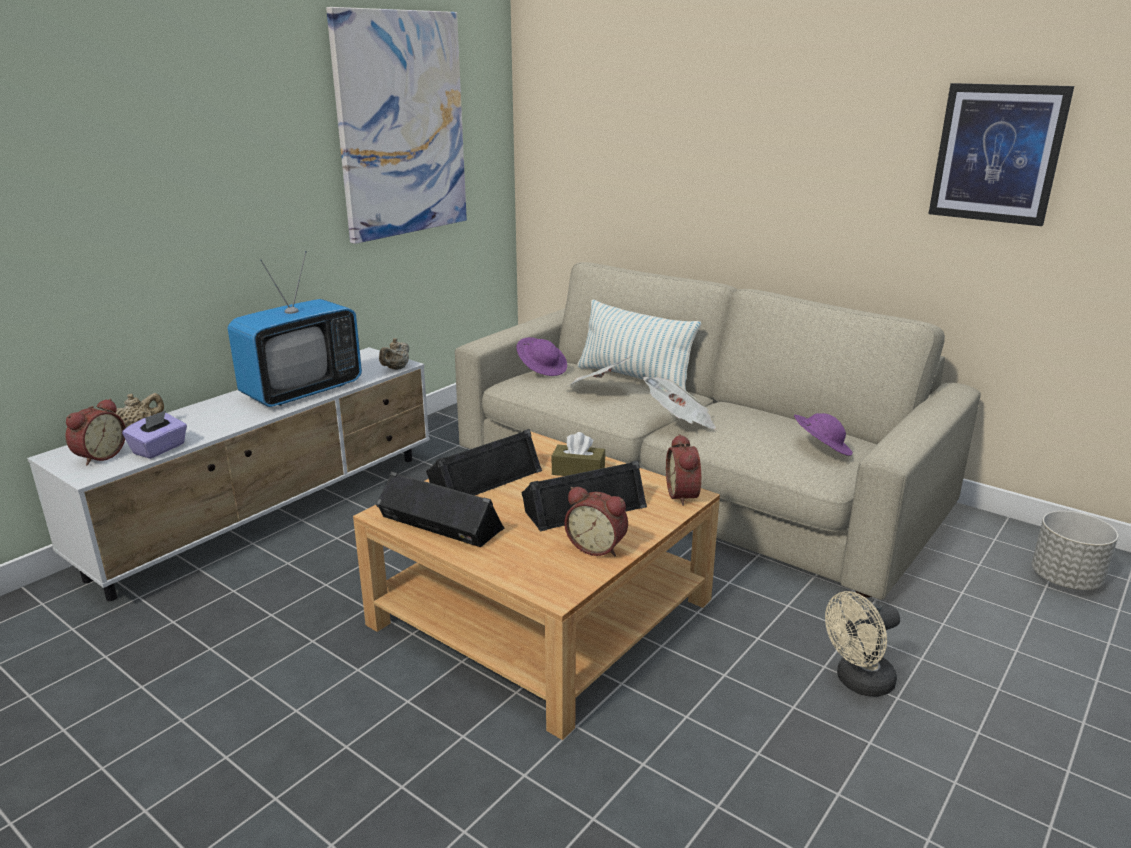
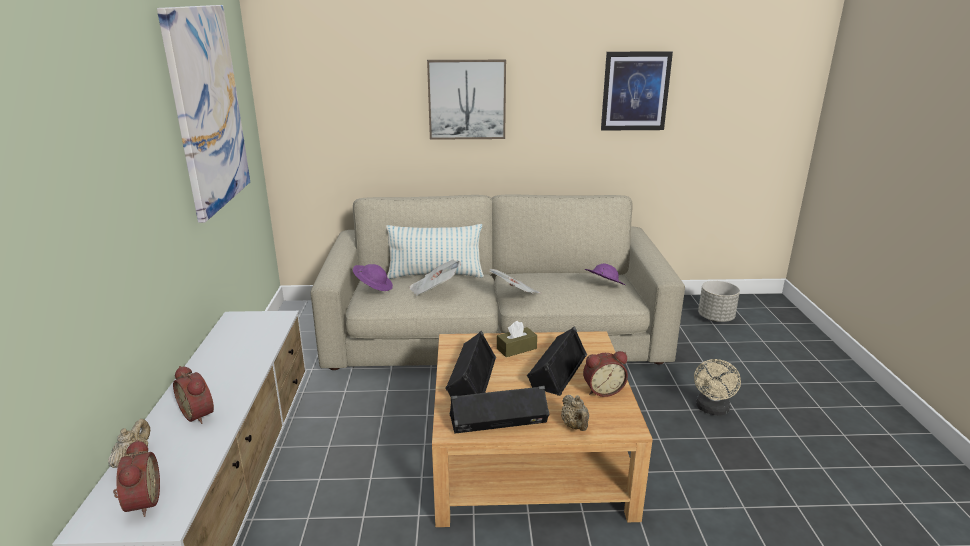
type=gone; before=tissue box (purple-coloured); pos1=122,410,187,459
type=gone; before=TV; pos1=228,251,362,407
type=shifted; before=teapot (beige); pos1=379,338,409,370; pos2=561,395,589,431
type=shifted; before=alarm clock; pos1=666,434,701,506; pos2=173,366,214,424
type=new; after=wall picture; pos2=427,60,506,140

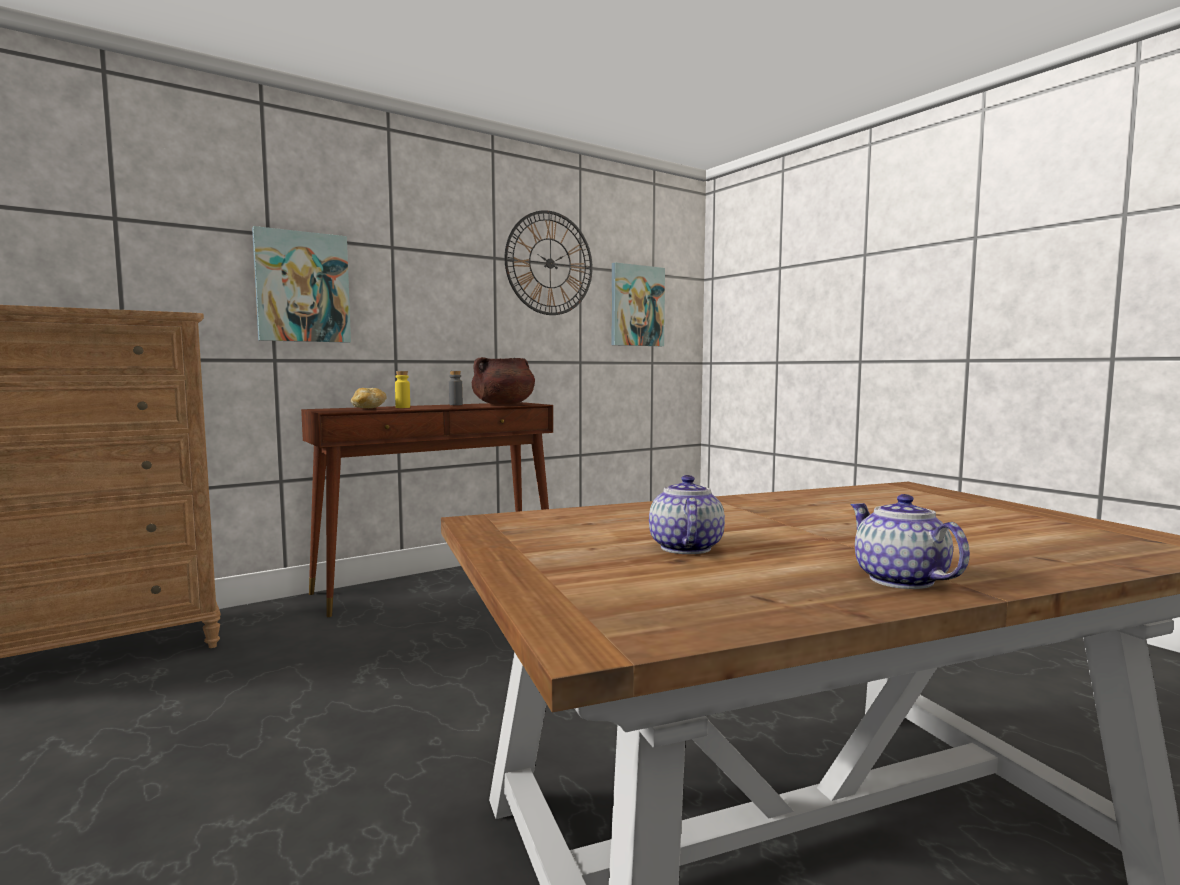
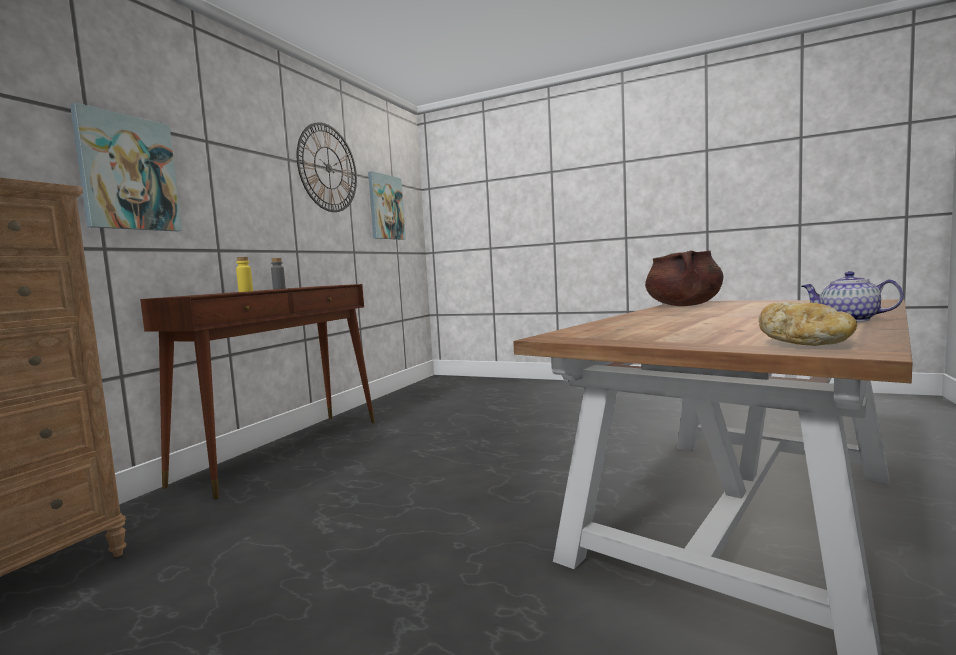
type=shifted; before=baked bread; pos1=351,388,387,408; pos2=759,302,857,346
type=shifted; before=cooking pot (brown); pos1=472,357,535,405; pos2=645,250,723,306
type=gone; before=teapot; pos1=649,475,725,554

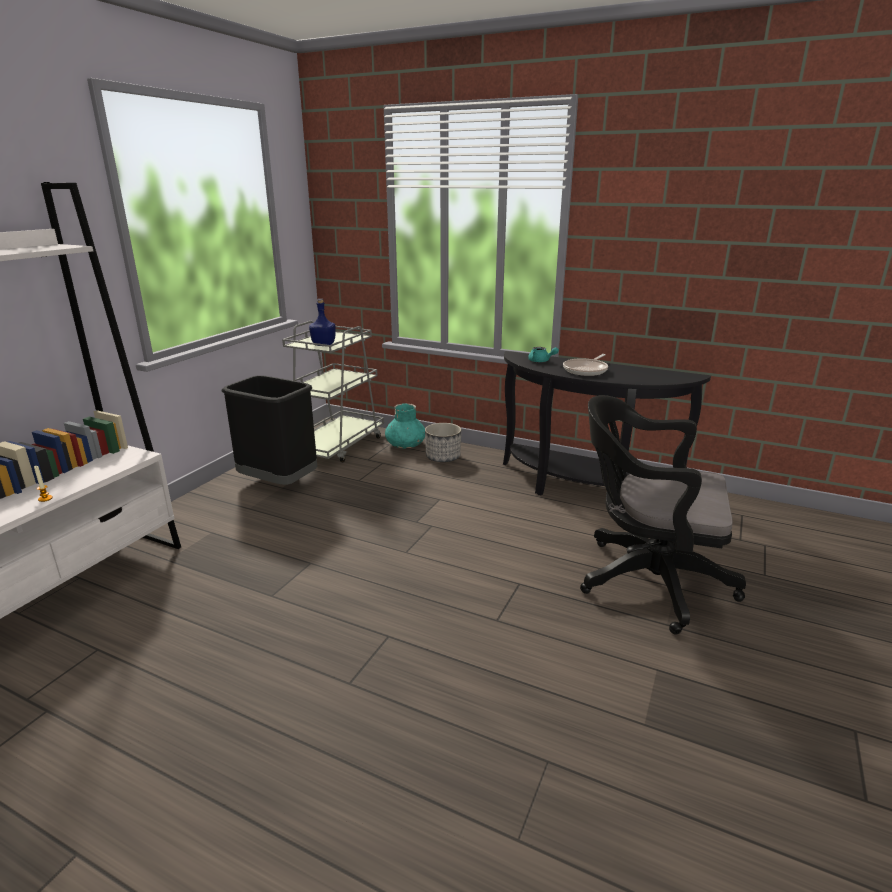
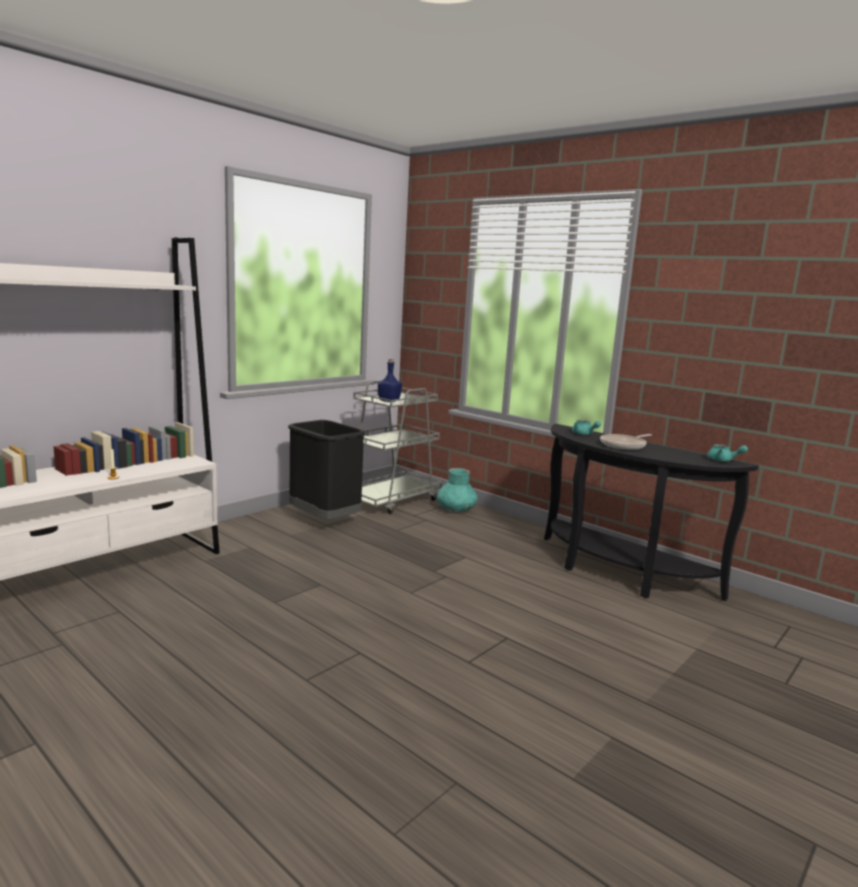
type=gone; before=flower pot; pos1=425,423,461,462
type=gone; before=office chair (black); pos1=580,395,746,635
type=new; after=teapot (turquoise); pos2=707,444,748,462

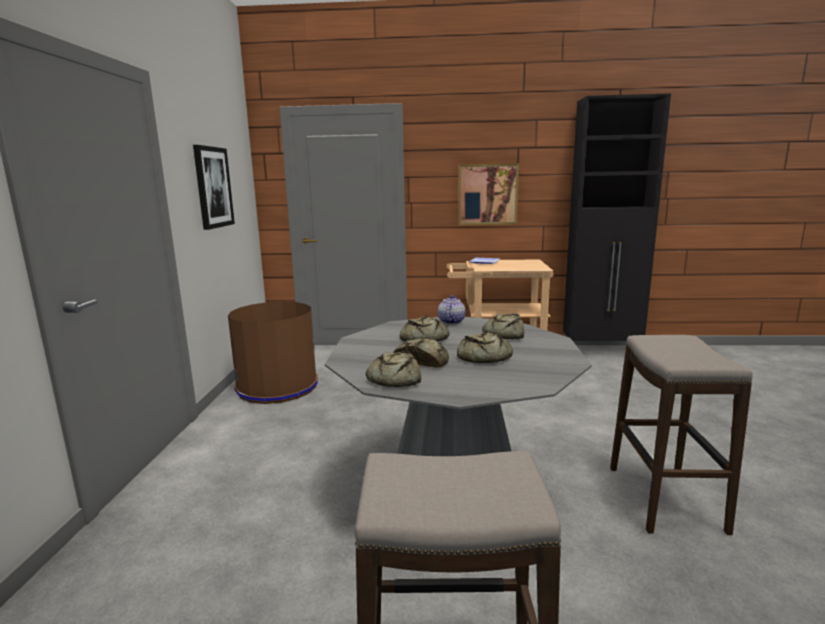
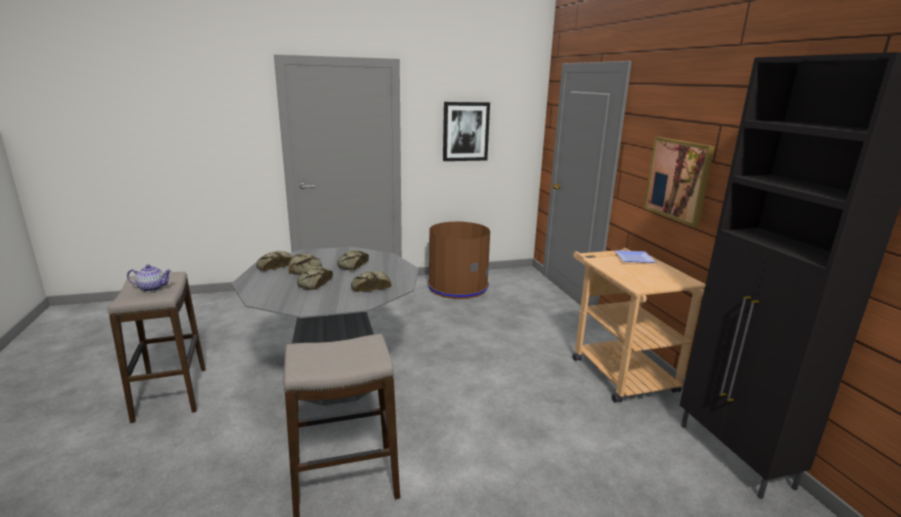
type=shifted; before=teapot; pos1=438,295,466,324; pos2=127,265,172,292

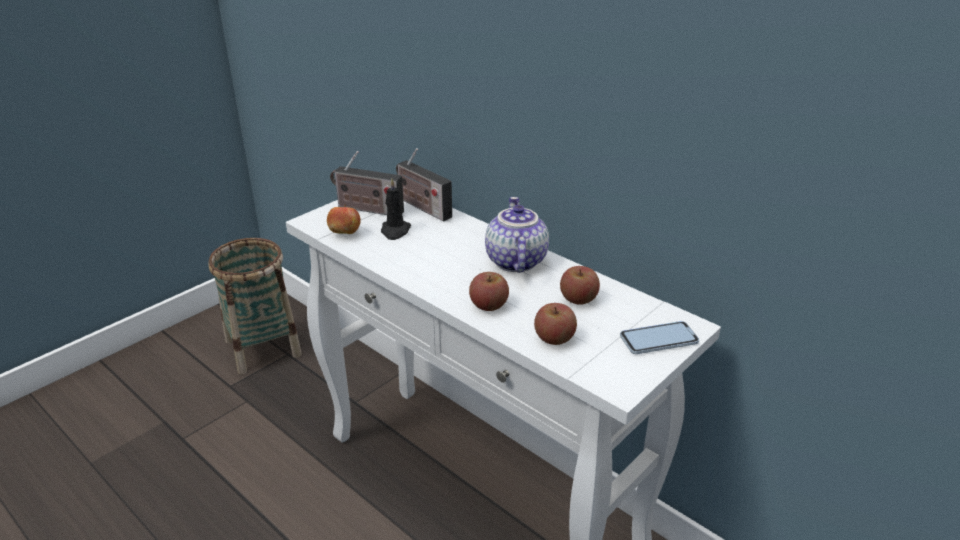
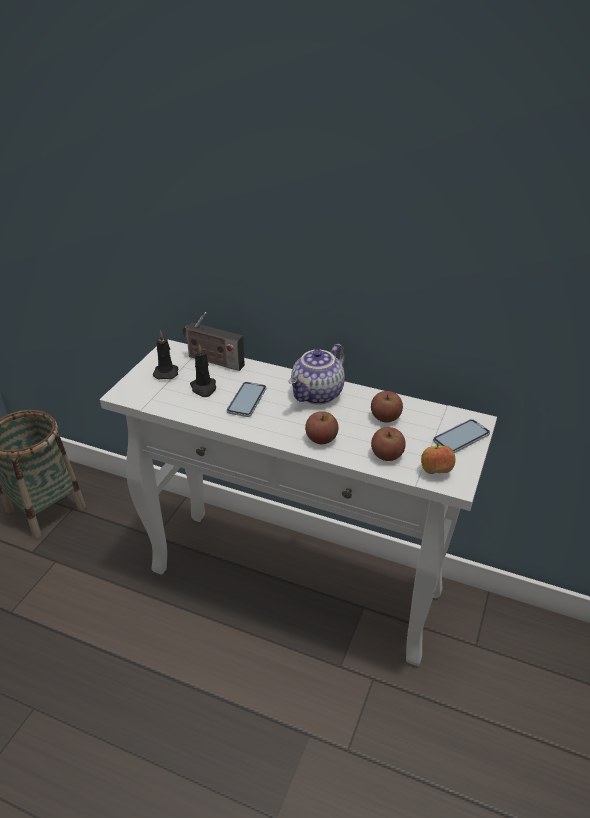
type=shifted; before=whole apple; pos1=327,204,361,234; pos2=421,444,456,474
type=swapped; before=radio; after=wax light (black); pos1=330,151,404,215; pos2=153,330,178,380
type=rotated; before=teapot; pos1=485,197,549,273; pos2=289,344,345,405; turn=-120
type=new; after=telephone; pos2=227,382,267,417

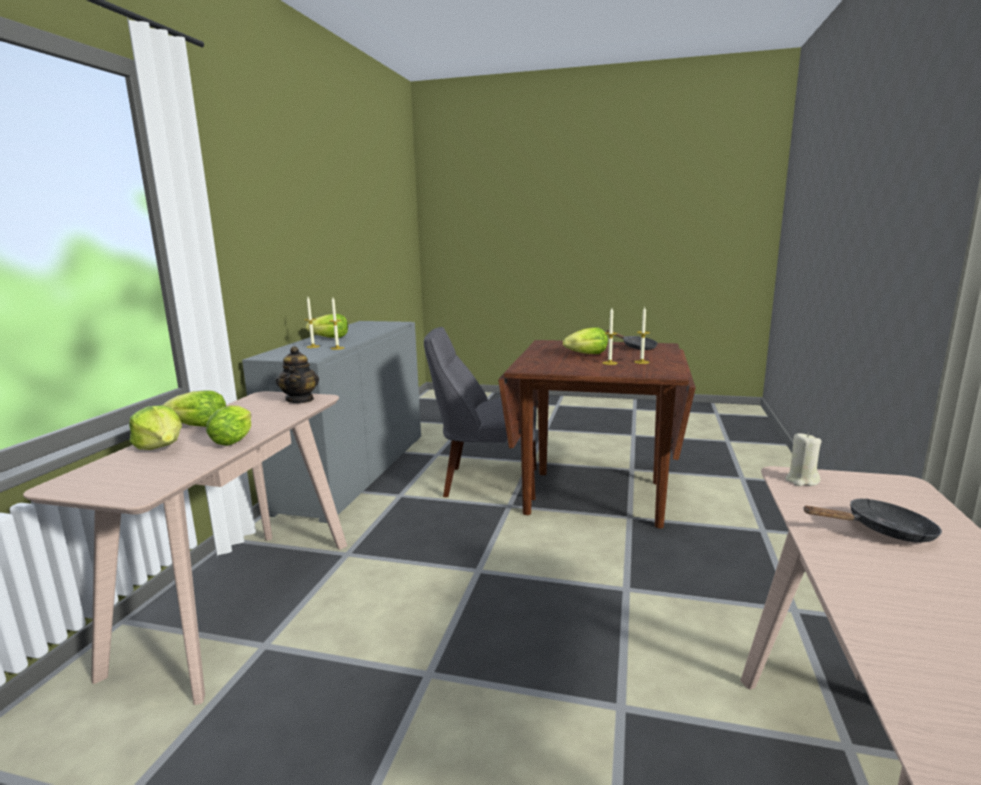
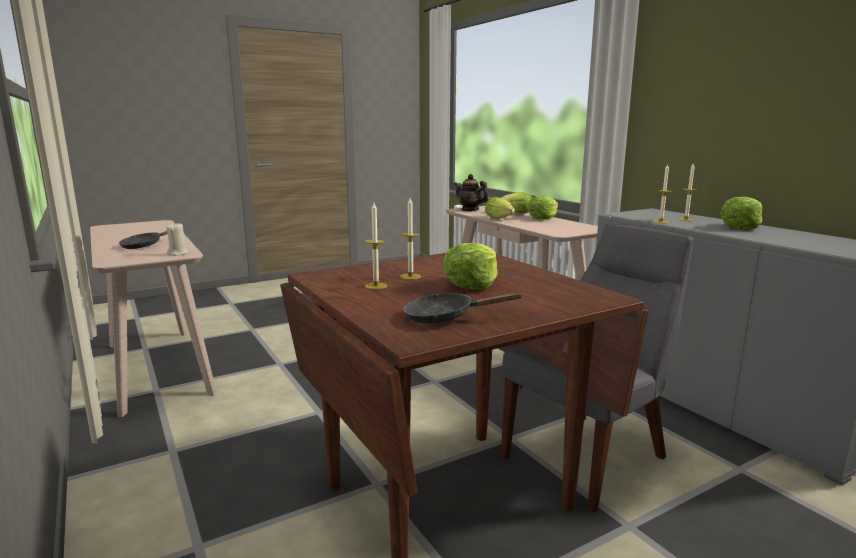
type=shifted; before=teapot; pos1=276,346,319,403; pos2=454,174,488,211

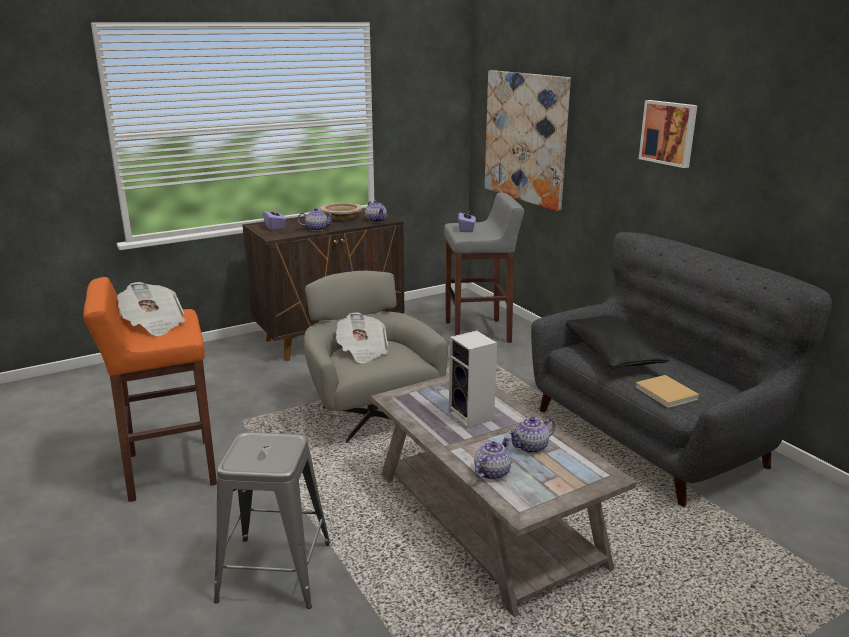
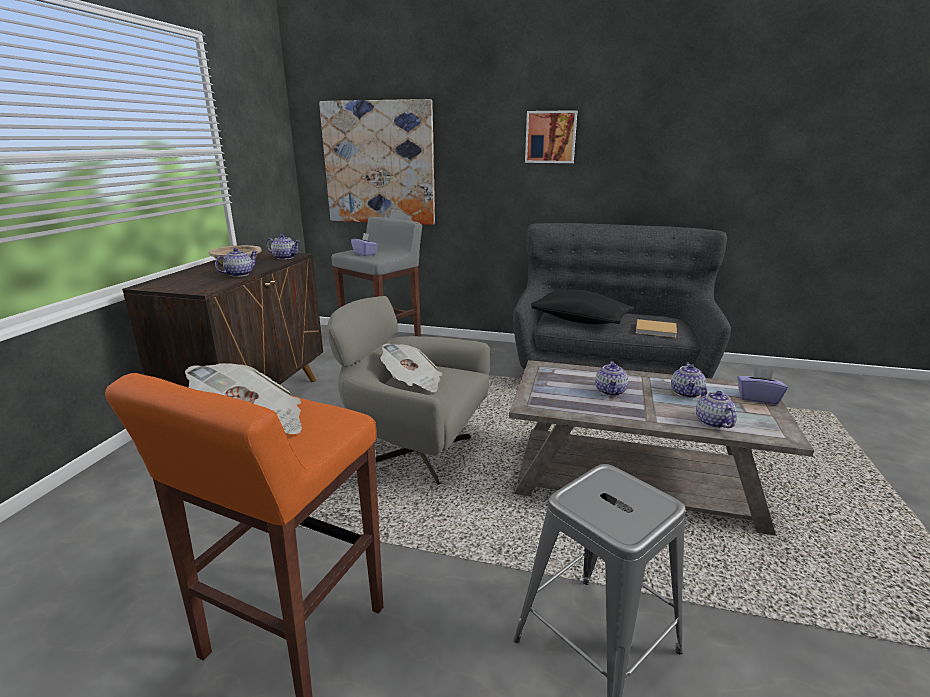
type=shifted; before=tissue box (purple-coloured); pos1=263,205,286,231; pos2=737,367,788,405
type=swapped; before=speaker; after=teapot; pos1=449,330,497,428; pos2=595,361,628,396

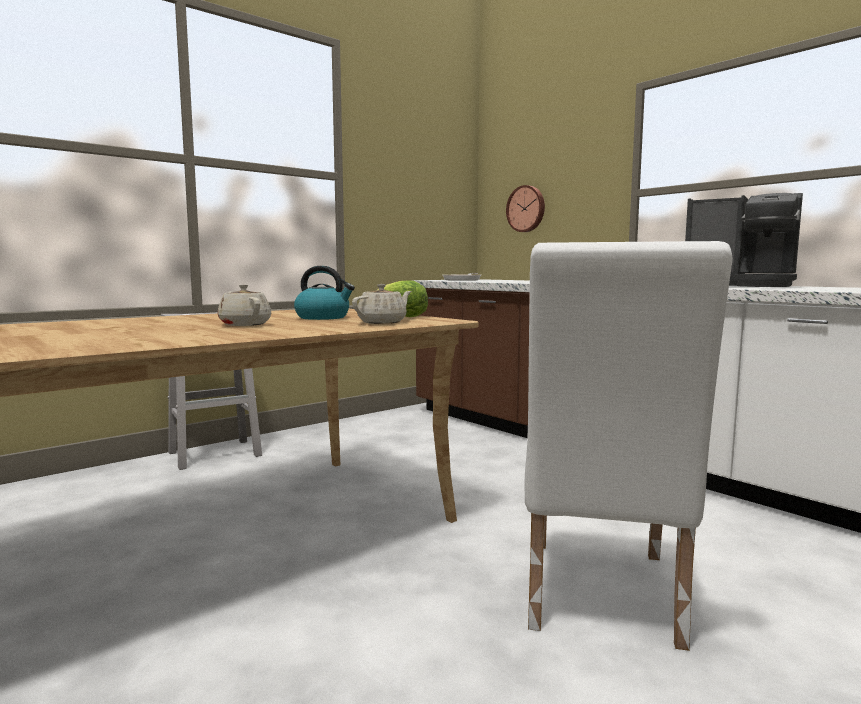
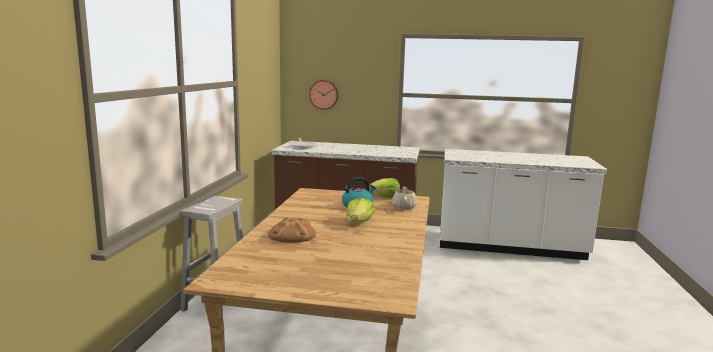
type=swapped; before=teapot (beige); after=lettuce; pos1=218,284,271,326; pos2=346,198,375,223
type=gone; before=upright chair (whitish); pos1=525,241,733,651
type=gone; before=coffee brewer; pos1=685,193,803,287
type=new; after=baked bread; pos2=268,217,316,243

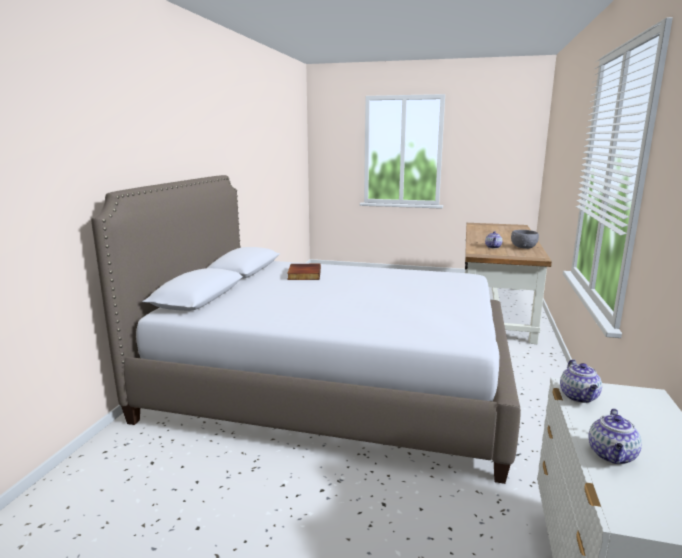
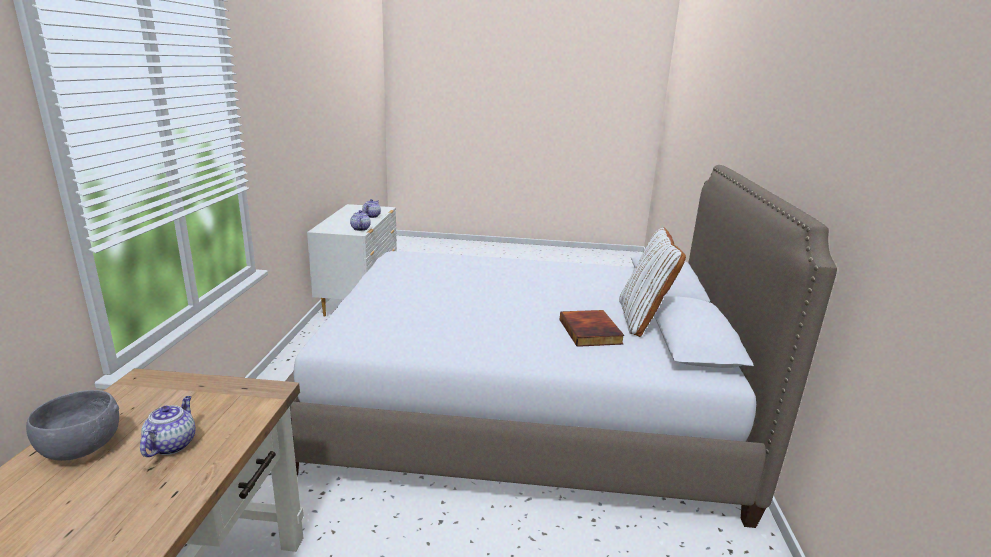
type=new; after=throw pillow (whitish); pos2=619,227,686,337

